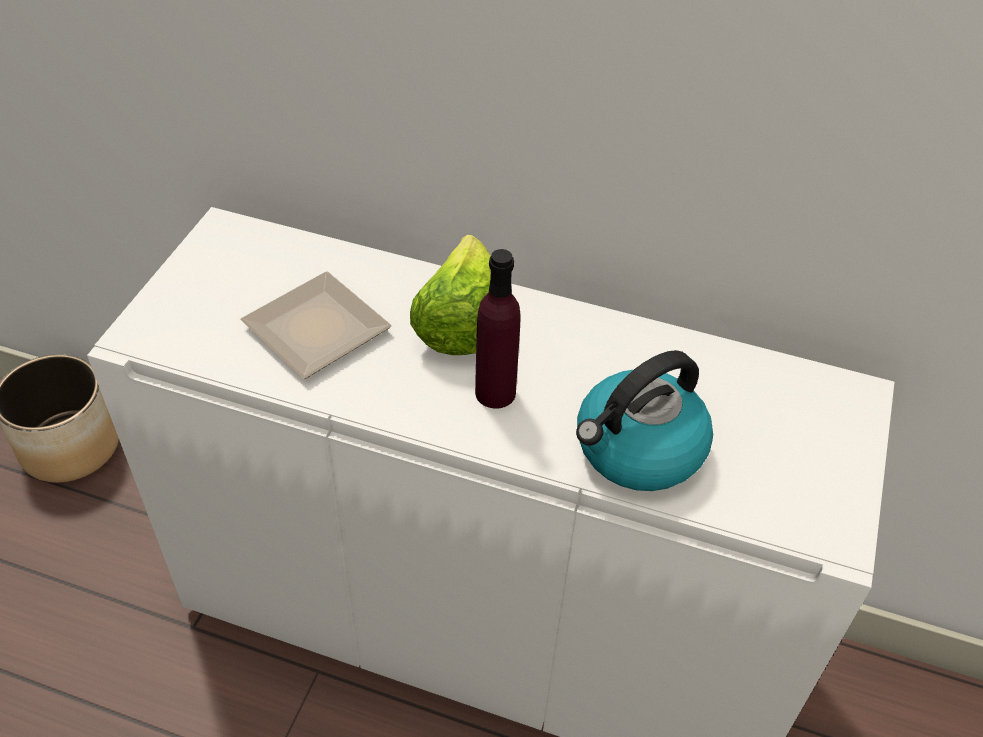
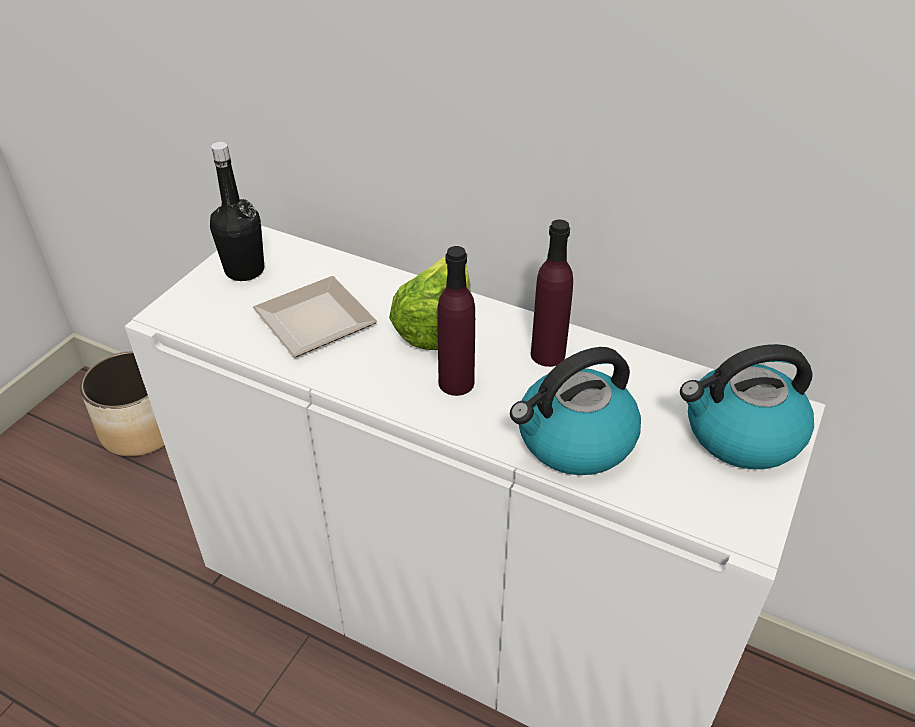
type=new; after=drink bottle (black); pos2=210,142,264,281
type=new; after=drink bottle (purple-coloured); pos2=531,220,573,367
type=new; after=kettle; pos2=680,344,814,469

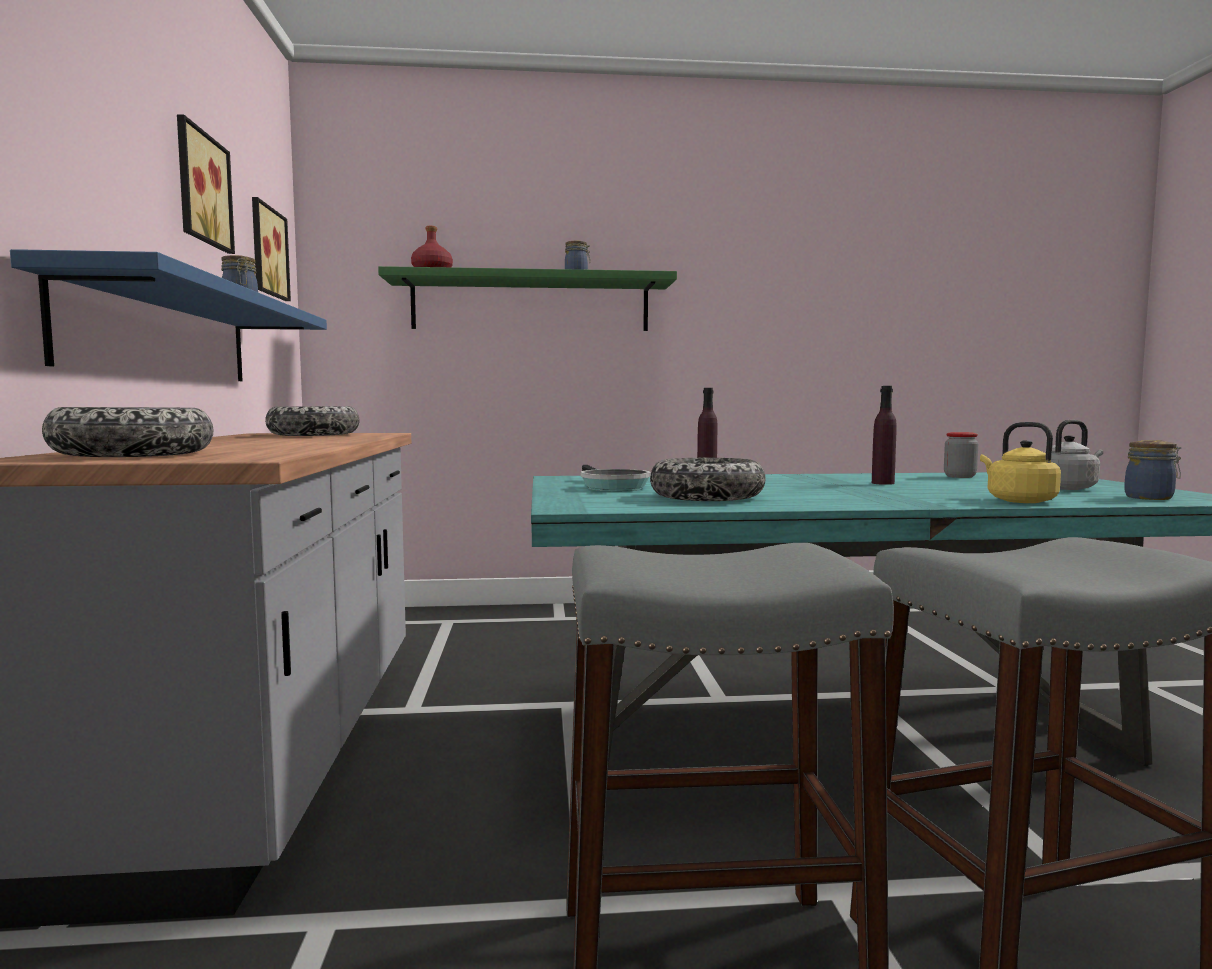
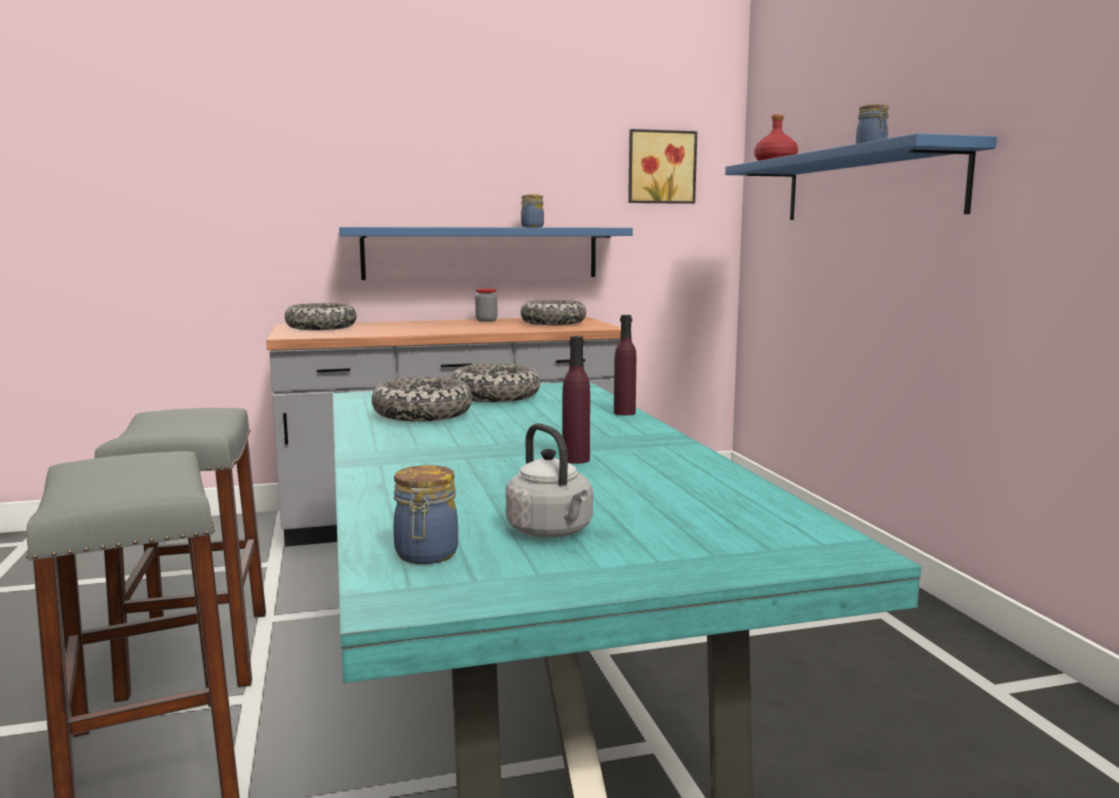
type=gone; before=wall picture; pos1=177,114,235,254
type=repainted; before=bracket shelf (green-coloured); after=bracket shelf (bluish); pos1=378,266,677,331; pos2=725,133,997,220
type=swapped; before=frying pan; after=serving bowl; pos1=581,465,651,491; pos2=451,363,540,402
type=shifted; before=preserve jar; pos1=944,432,978,478; pos2=475,288,497,322
type=gone; before=kettle (yellow); pos1=980,422,1061,503

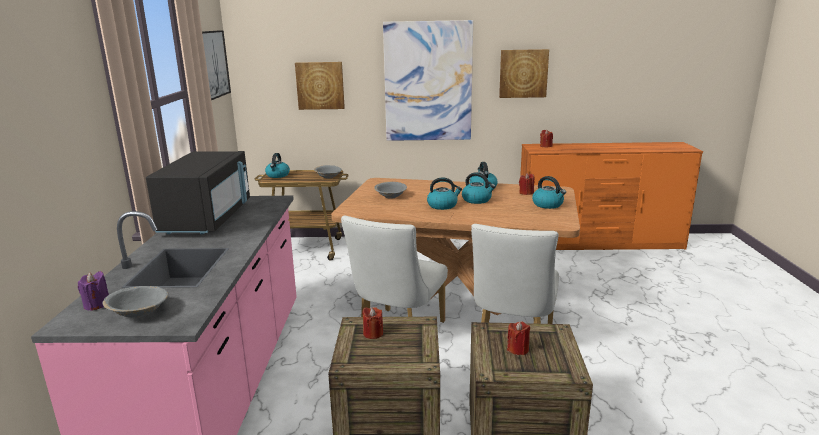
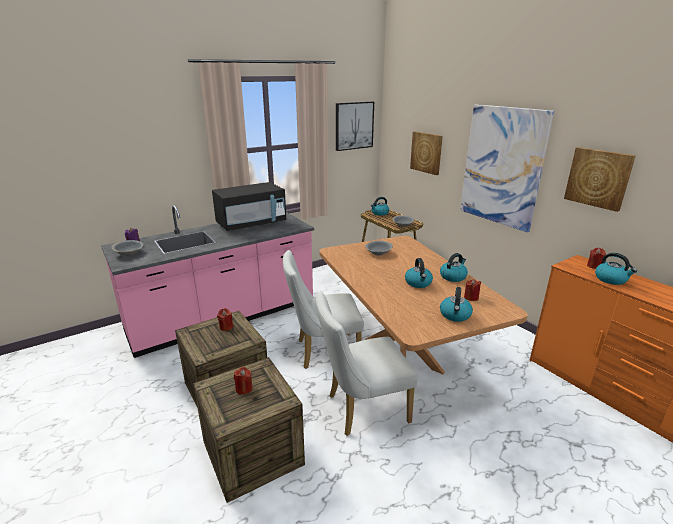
type=shifted; before=kettle; pos1=427,177,462,210; pos2=595,253,637,285

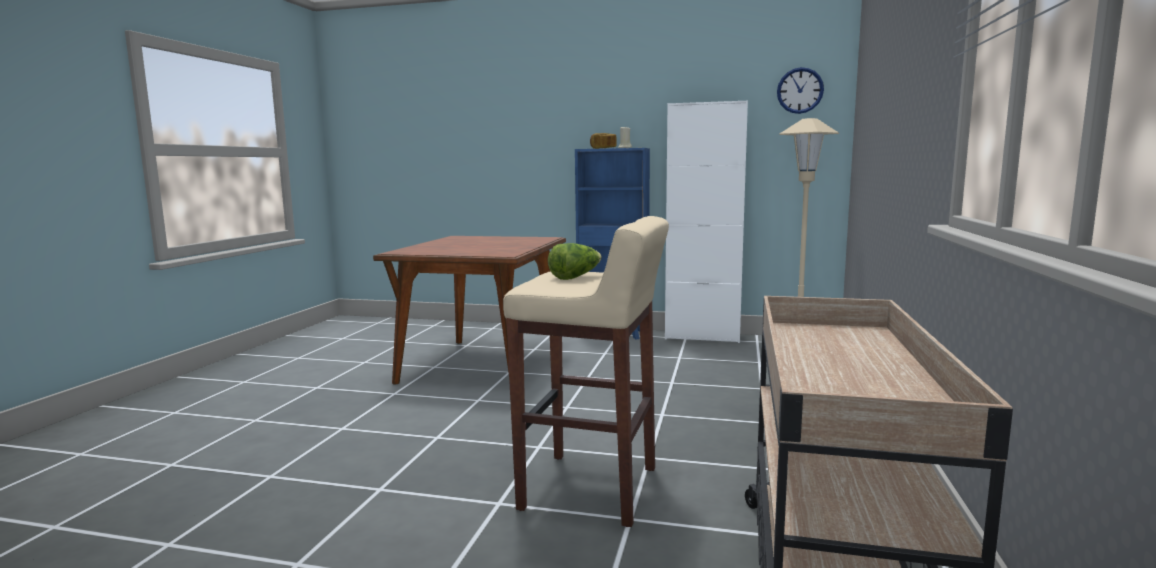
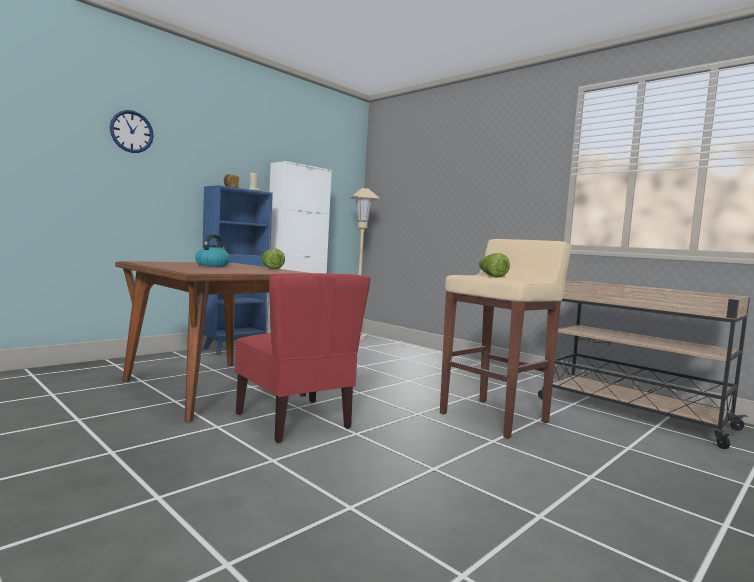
type=shifted; before=wall clock; pos1=777,67,824,114; pos2=110,110,154,153
type=new; after=kettle; pos2=195,234,230,267
type=new; after=upright chair (reddish); pos2=235,273,371,443
type=new; after=lettuce; pos2=262,249,285,269

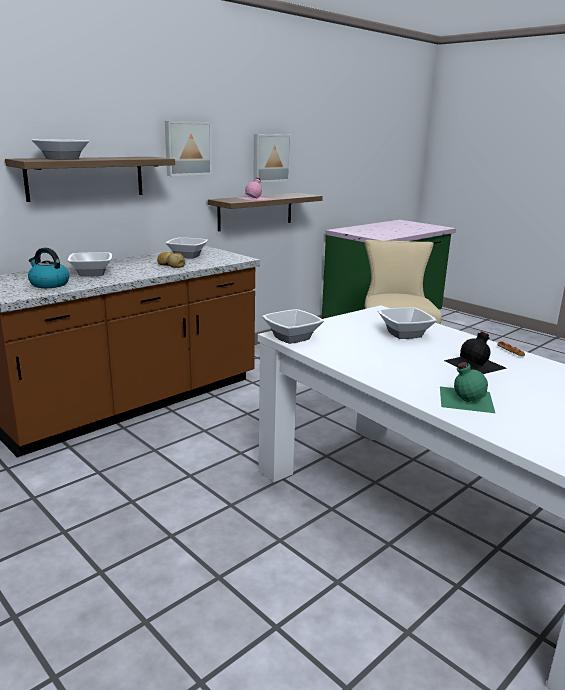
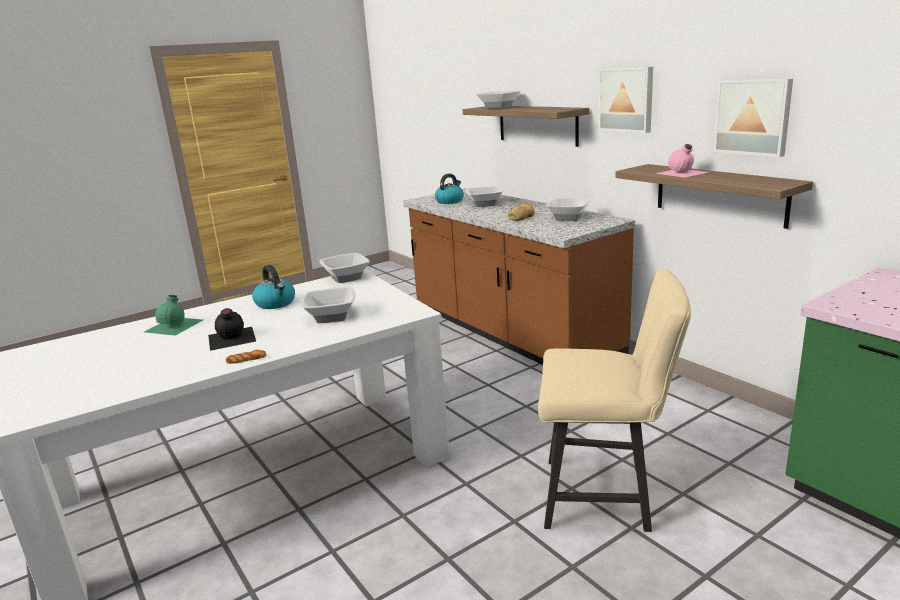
type=new; after=kettle; pos2=252,265,295,309

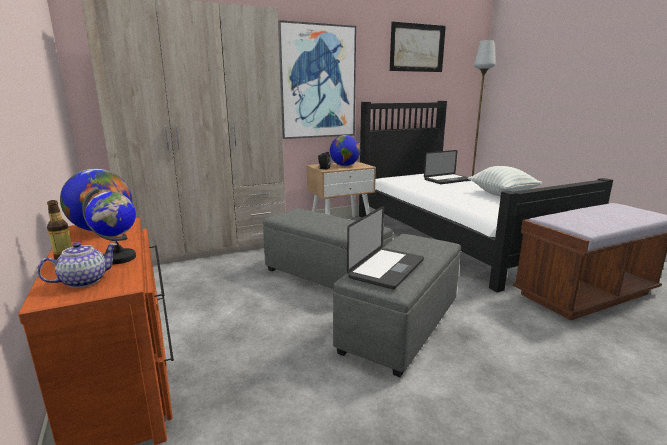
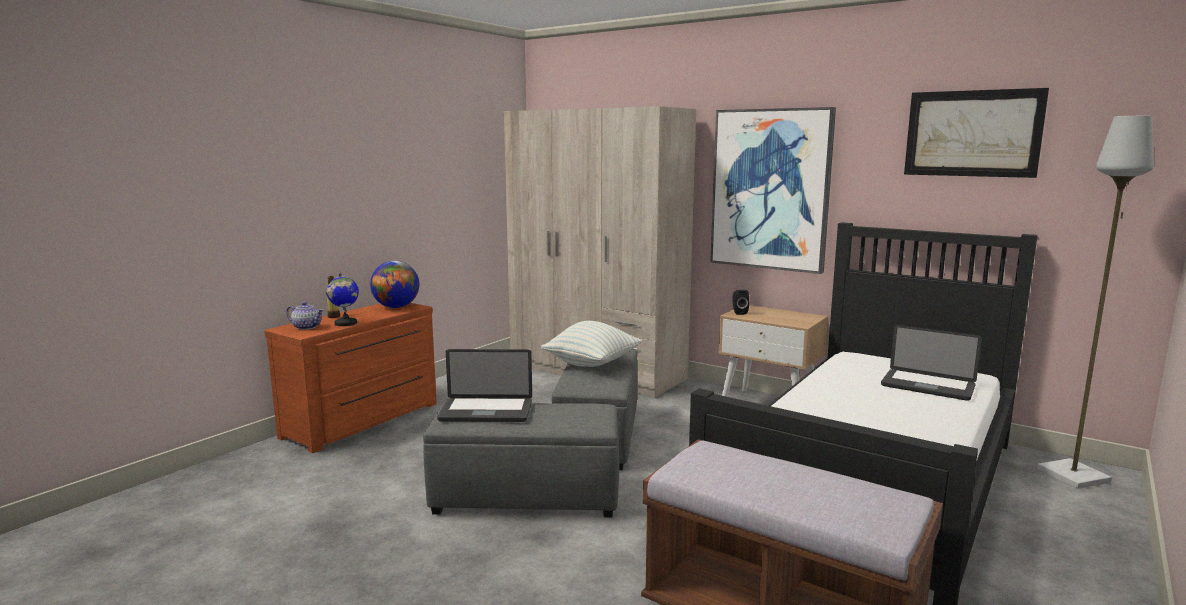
type=gone; before=desk globe; pos1=330,135,360,166
type=shifted; before=throw pillow; pos1=467,166,542,196; pos2=541,321,642,367

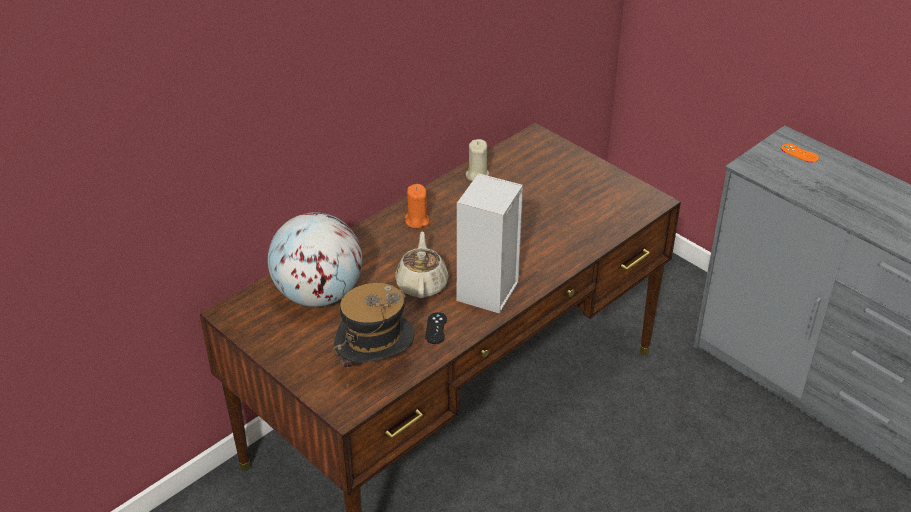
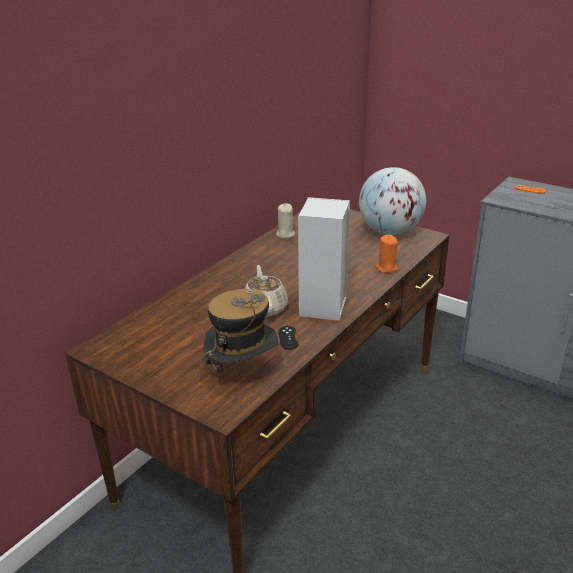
type=shifted; before=desk globe; pos1=268,212,362,307; pos2=359,167,426,235
type=shifted; before=wax light (orange); pos1=405,184,429,228; pos2=375,234,398,273

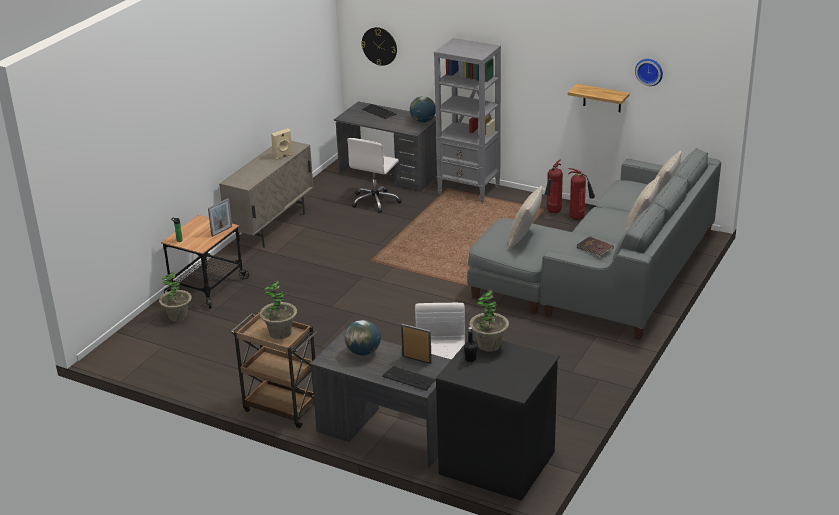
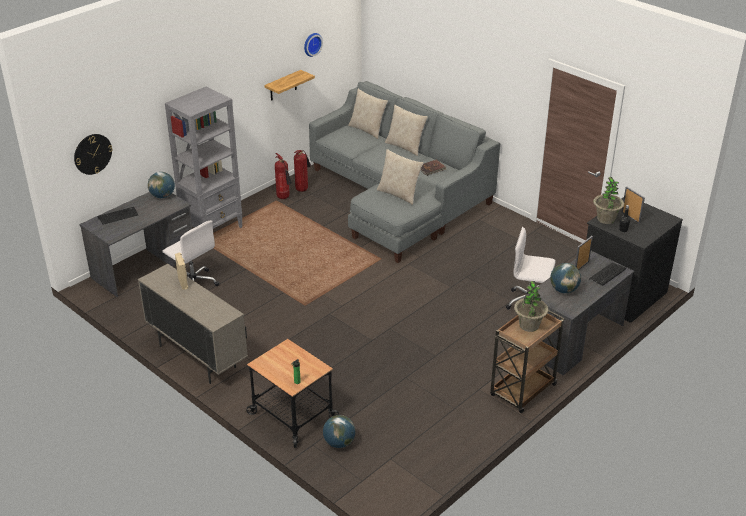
type=swapped; before=potted plant; after=desk globe; pos1=159,271,192,322; pos2=323,415,355,448
type=shifted; before=photo frame; pos1=208,198,232,237; pos2=622,186,645,224

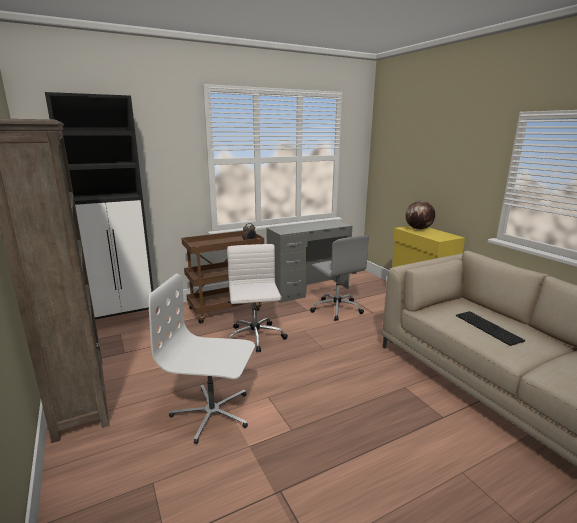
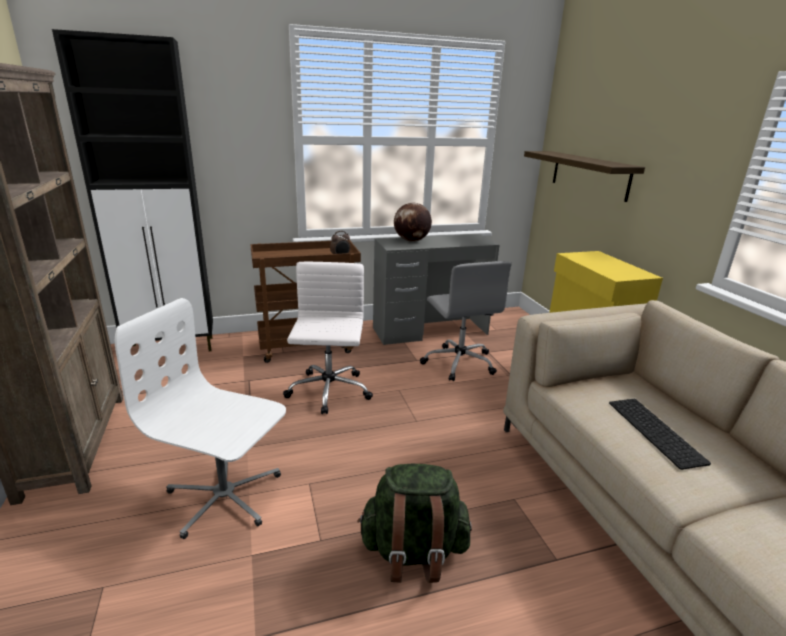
type=shifted; before=desk globe; pos1=405,201,435,230; pos2=394,203,432,242
type=new; after=rucksack (green-coloured); pos2=358,464,472,583
type=new; after=bracket shelf; pos2=524,151,645,202

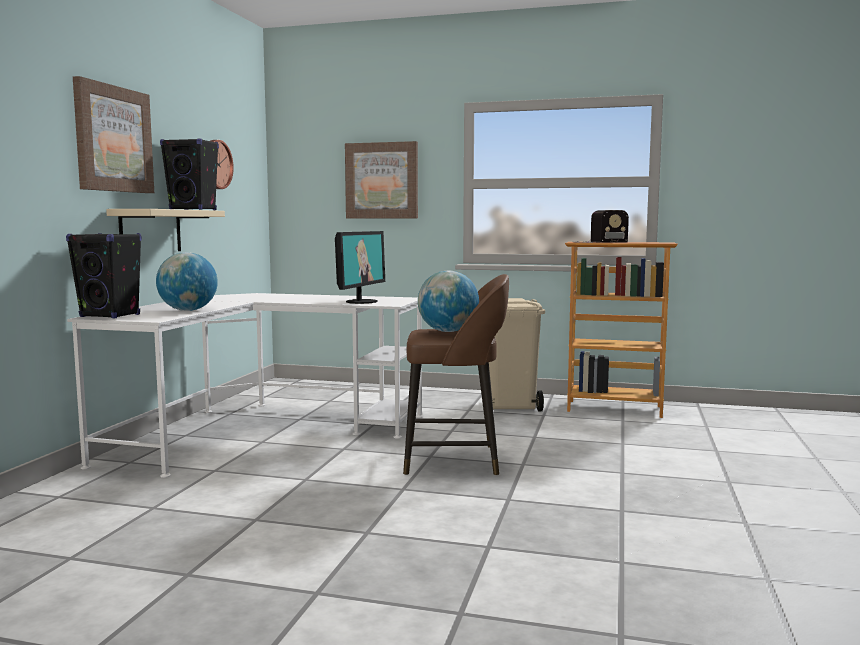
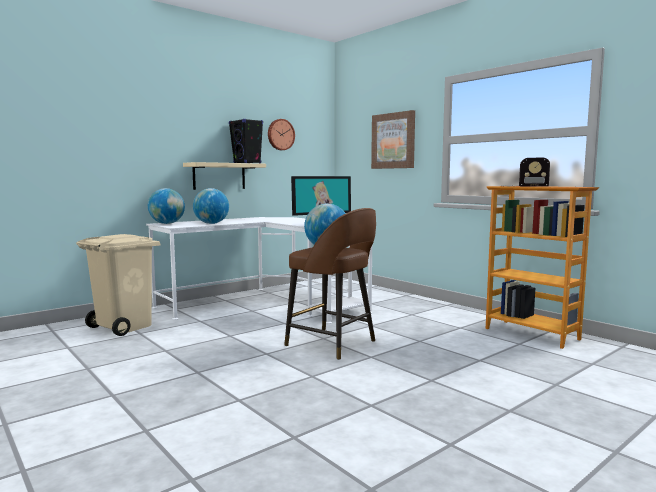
type=swapped; before=speaker (black); after=desk globe; pos1=66,233,142,319; pos2=148,188,185,224
type=gone; before=wall picture; pos1=73,76,154,193
type=shifted; before=waste bin (beige); pos1=489,298,545,411; pos2=76,234,161,336

